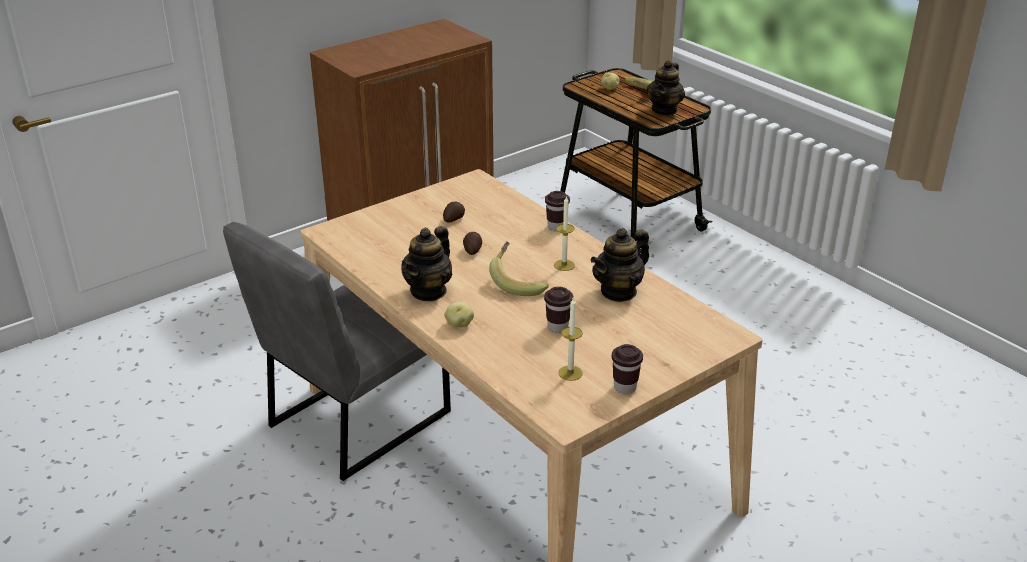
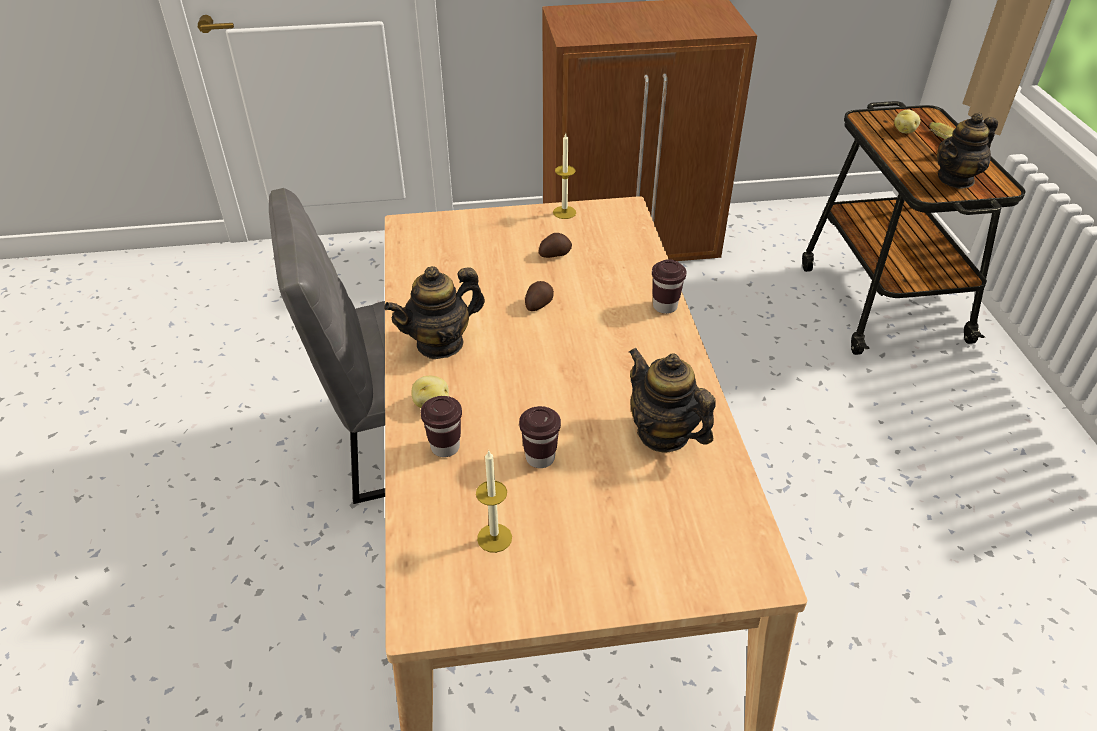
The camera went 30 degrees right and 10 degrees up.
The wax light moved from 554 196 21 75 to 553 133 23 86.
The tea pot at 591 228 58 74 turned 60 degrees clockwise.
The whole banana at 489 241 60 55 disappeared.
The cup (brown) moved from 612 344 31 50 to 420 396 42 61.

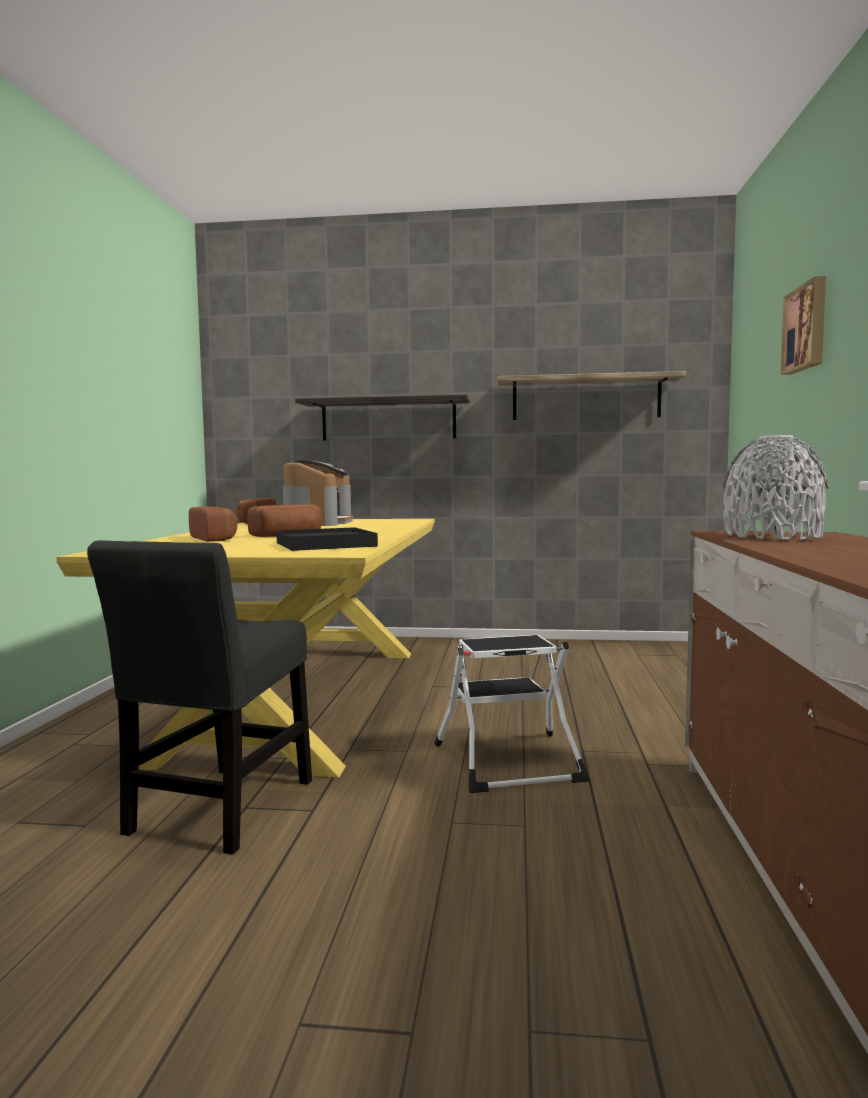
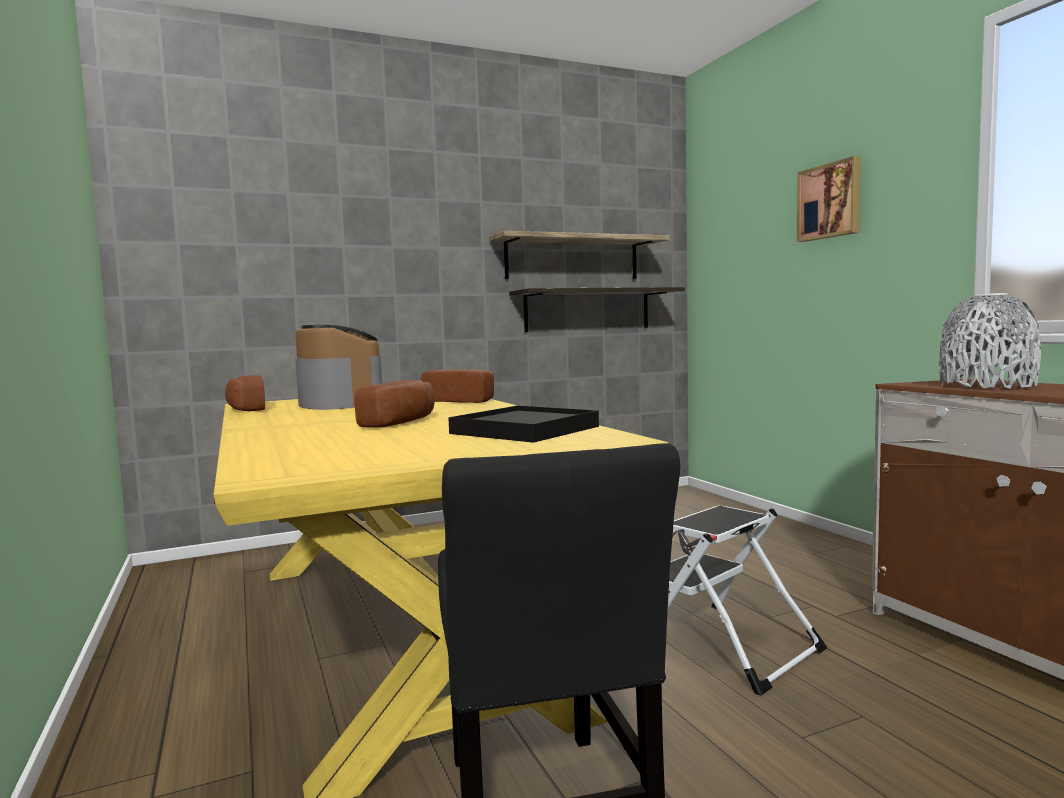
The camera went 30 degrees left and 0 degrees up.
The shelf moved from 295 395 175 46 to 509 287 176 45.
The baked bread moved from 189 506 48 36 to 421 369 73 34.

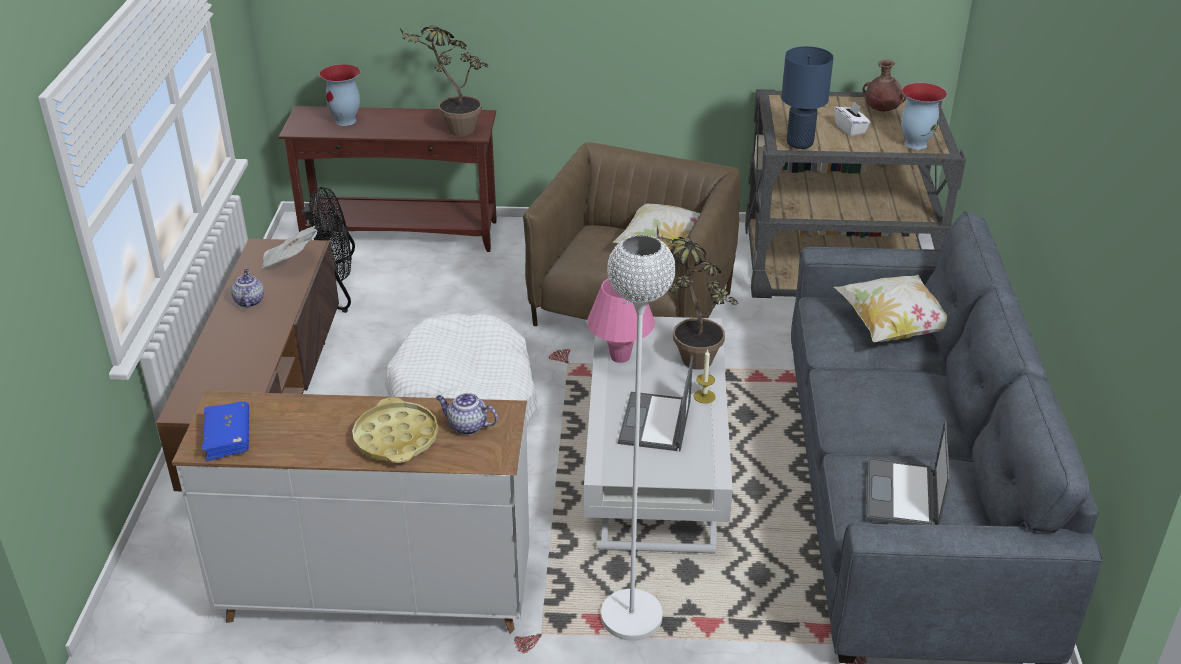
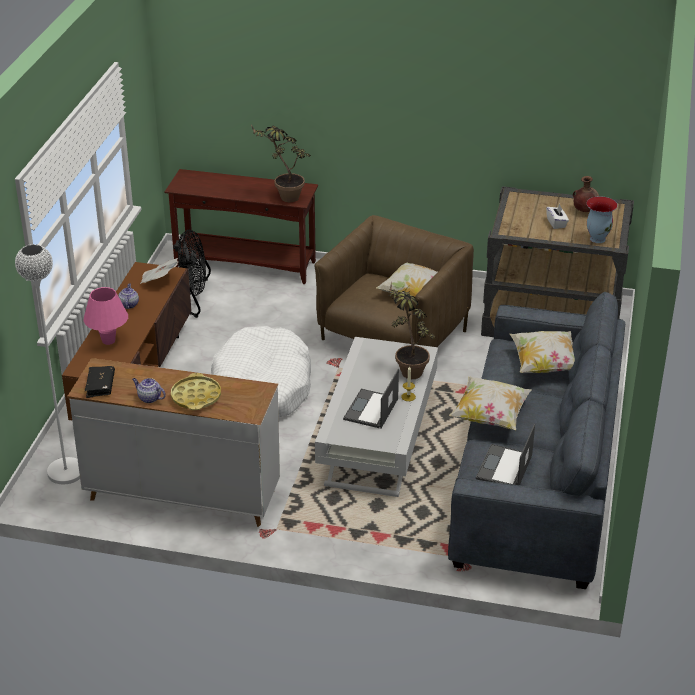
The camera went 10 degrees right and 0 degrees up.
The tabletop lamp (blue-coloured) at 781 46 53 103 disappeared.
The decorative vase at 319 64 41 62 disappeared.
The standard lamp (white) moved from 601 235 75 406 to 15 244 65 240.
The tabletop lamp (pinkish) moved from 587 279 68 84 to 83 287 45 58.
The tea pot moved from 436 393 62 42 to 132 378 34 25.
The book (blue-coloured) at 202 401 47 61 became the book (black-coloured) at 85 366 30 32.
The throw pillow at 449 376 83 54 appeared.

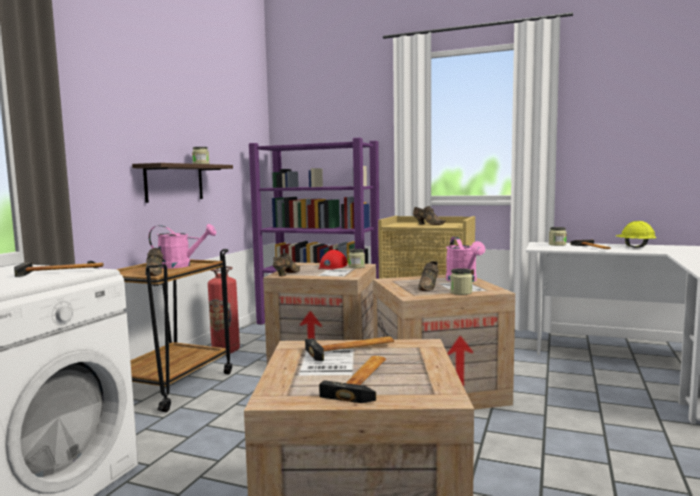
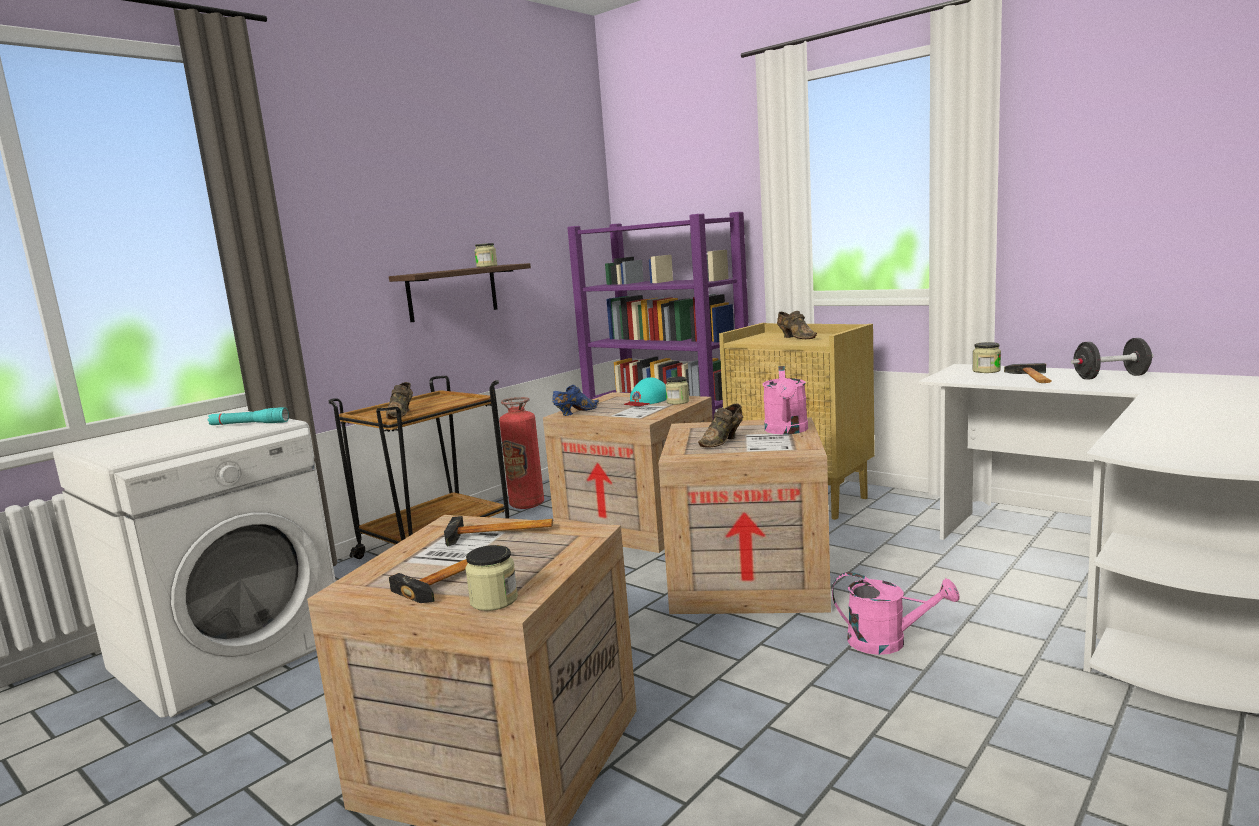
The camera went 20 degrees right and 5 degrees up.
The safety helmet (yellow) at 616 221 40 27 was replaced by the dumbbell (black-coloured) at 1071 338 82 42.
The watering pot (pinkish) moved from 148 224 68 45 to 832 572 127 83.
The cap (red-coloured) at 318 250 29 20 became the cap (turquoise-coloured) at 624 377 43 29.
The shoe (brown) at 273 253 27 23 became the shoe (blue-coloured) at 552 385 47 31.
The hammer at 14 262 90 15 was replaced by the hand torch (turquoise-coloured) at 208 407 81 18.
The storage jar moved from 450 268 22 27 to 465 545 53 66.

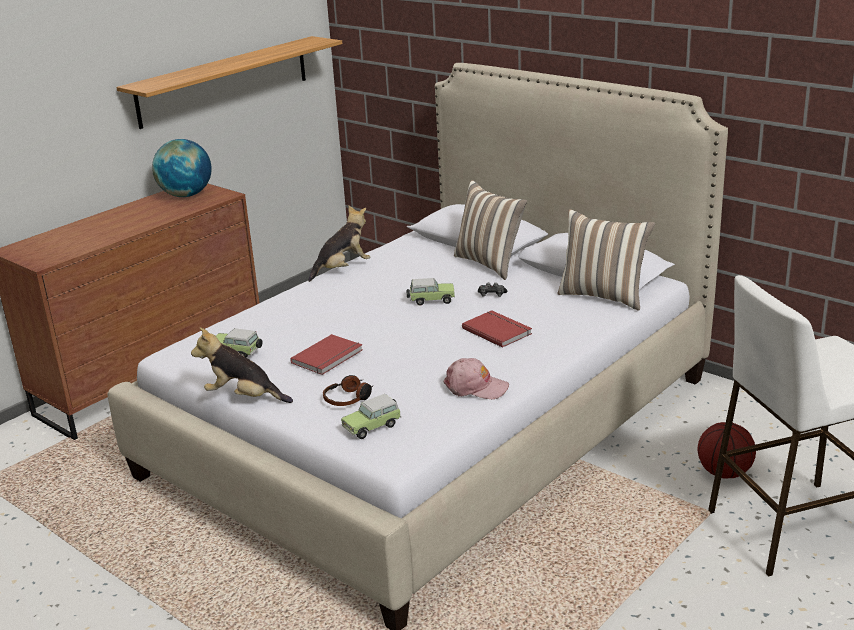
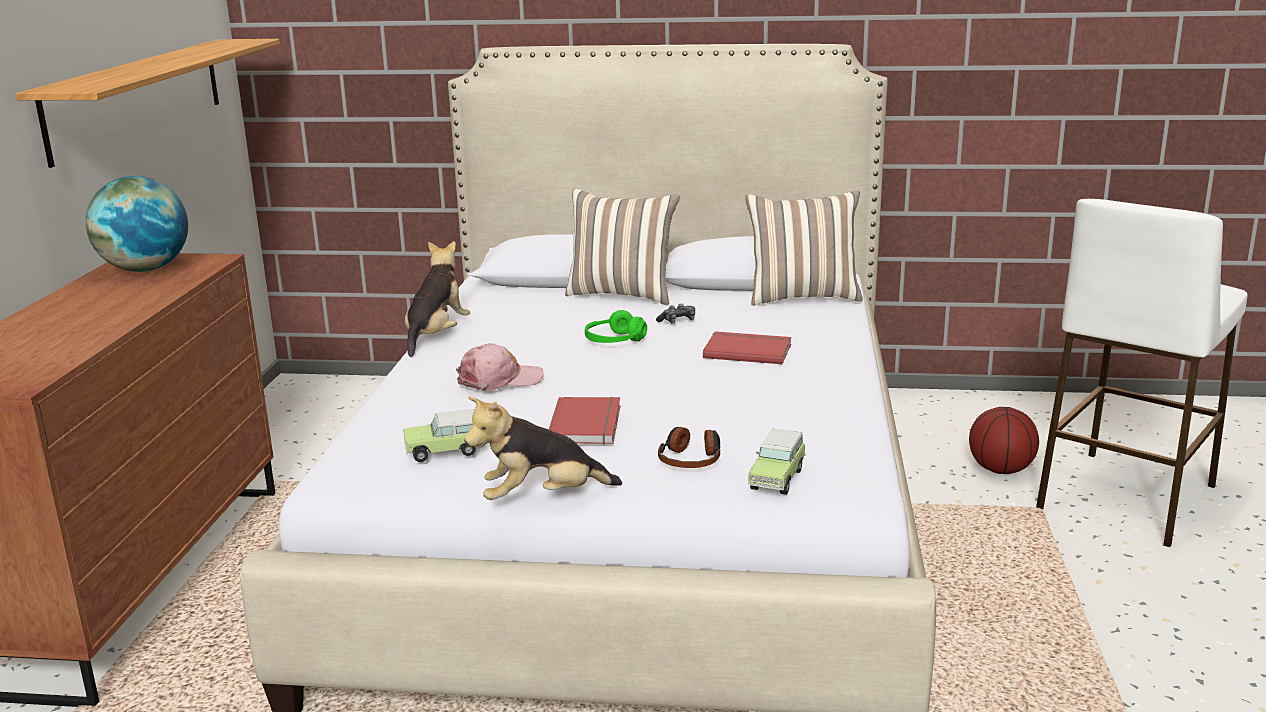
The camera went 35 degrees left and 5 degrees down.
The model car at 406 278 49 28 was replaced by the pair of headphones (green) at 585 310 62 33.
The cap (pinkish) moved from 443 358 66 41 to 456 343 88 48.

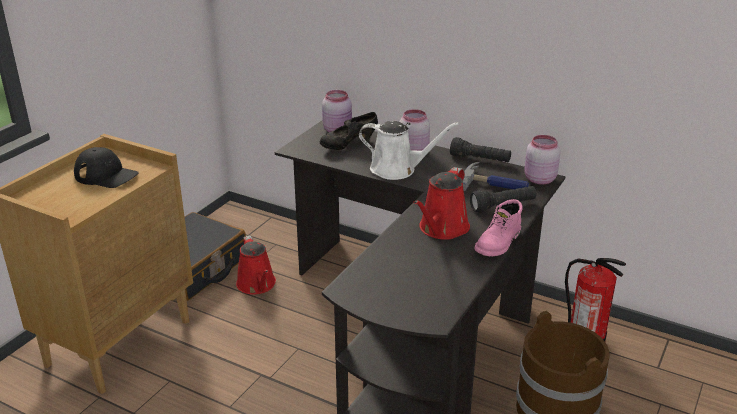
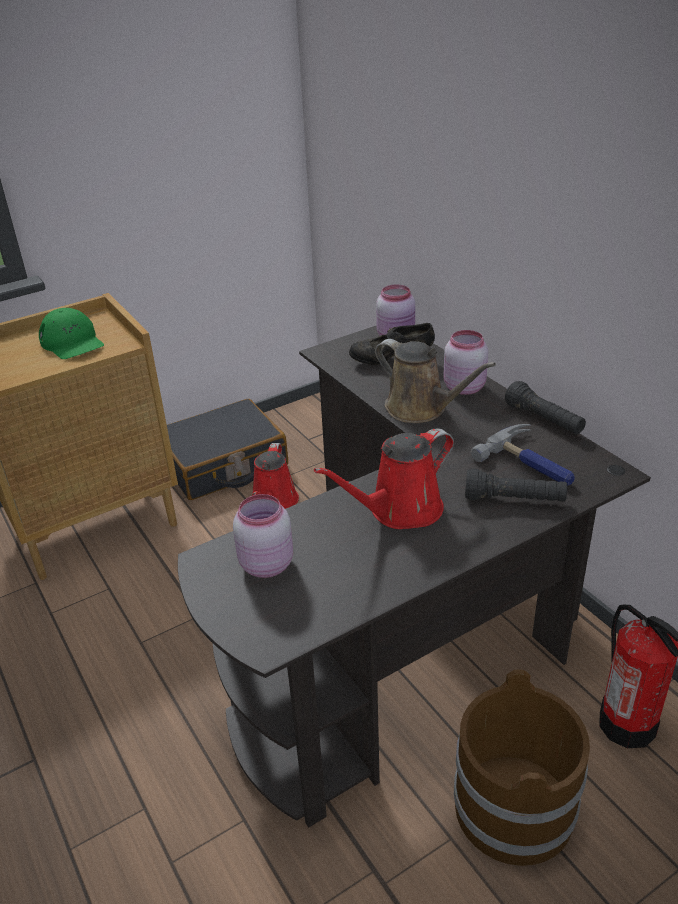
The camera went 30 degrees right and 5 degrees up.
The watering pot (white) at 359 121 100 59 became the watering pot (brown) at 375 339 121 84.
The storage jar (pinkish) moved from 524 135 36 49 to 233 494 60 84.
The cap (black-coloured) at 74 147 65 41 became the cap (green) at 39 308 65 51.
The tall boot (pinkish) at 474 199 49 57 disappeared.

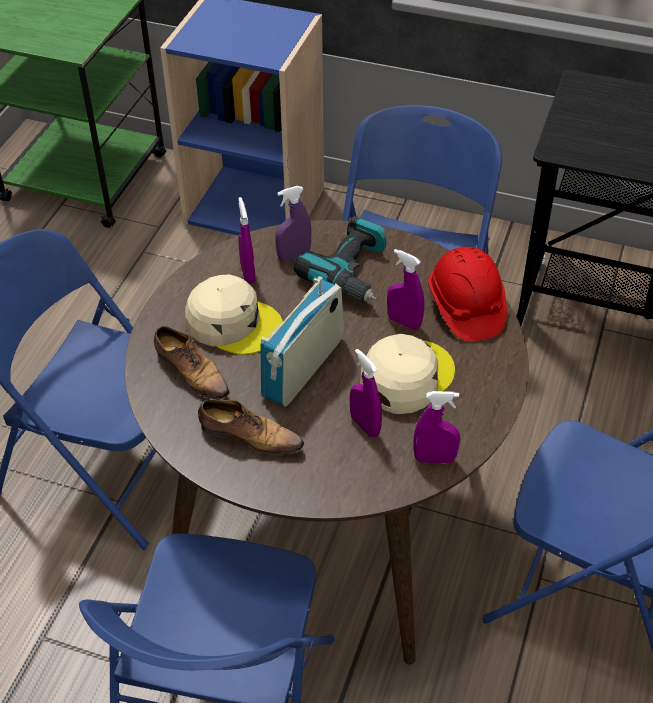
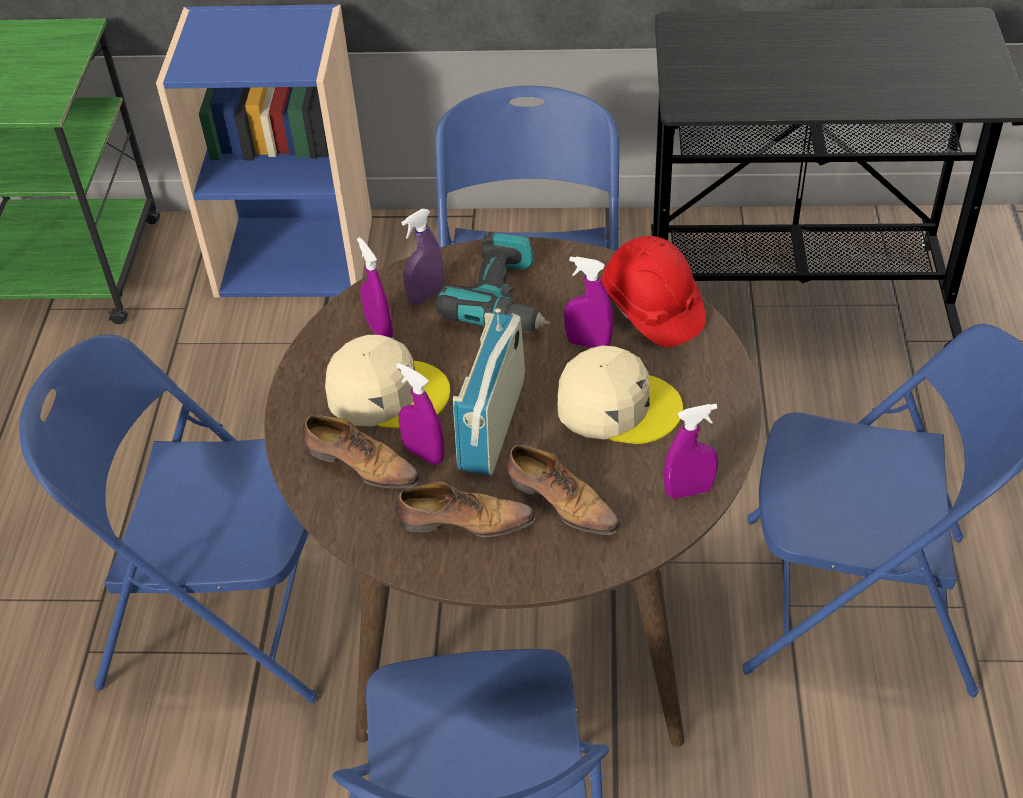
The camera went 15 degrees left and 0 degrees up.
The cap (beige-coloured) at 360 334 95 80 turned 75 degrees clockwise.
The sprayer (purple) moved from 350 349 32 88 to 396 363 49 102.
The shoe at 506 445 115 90 appeared.

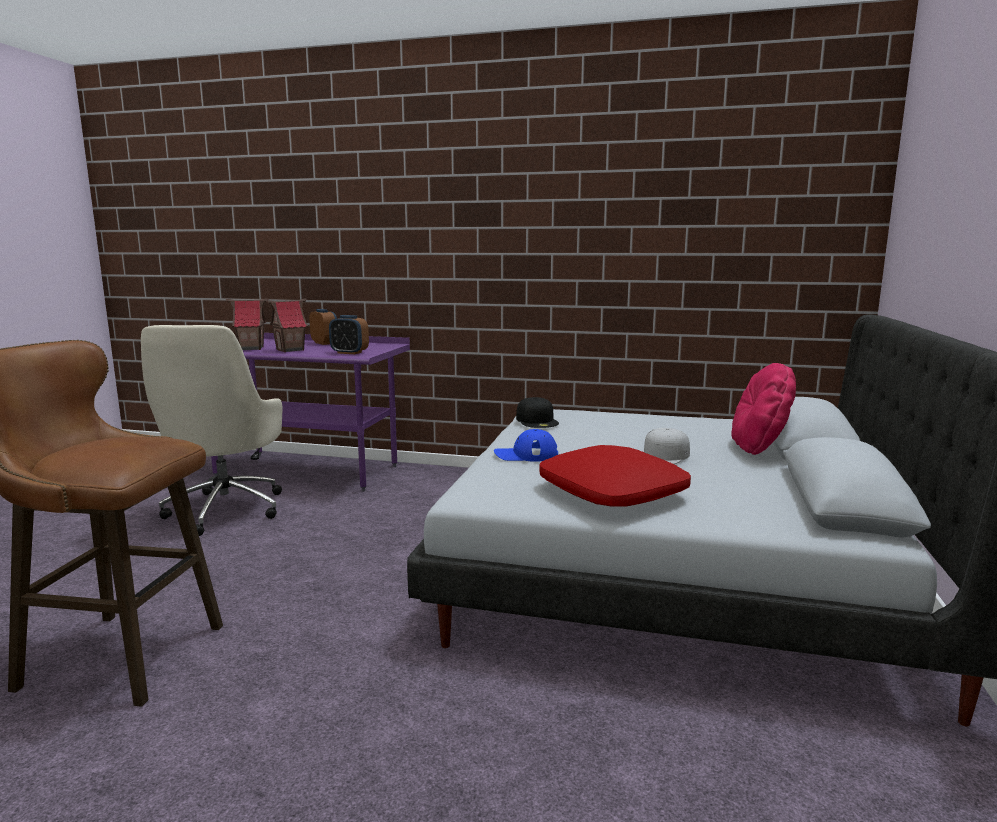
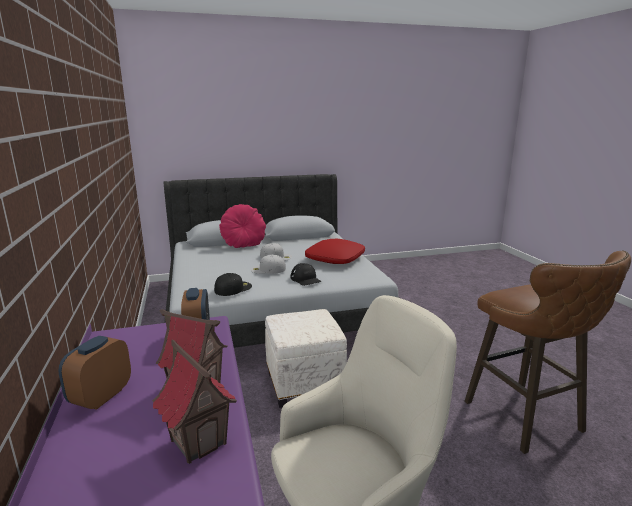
The camera went 120 degrees left and 5 degrees up.
The cap (blue-coloured) at 494 429 64 33 became the cap (black-coloured) at 291 263 30 23.
The cap (white) at 251 255 35 19 appeared.
The pouffe (white) at 265 309 82 99 appeared.

